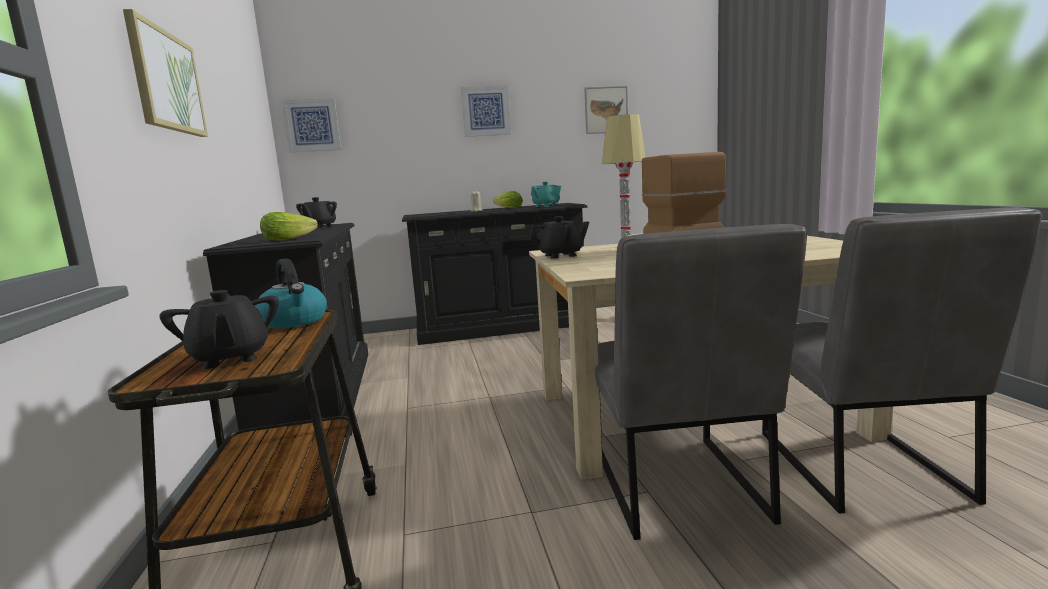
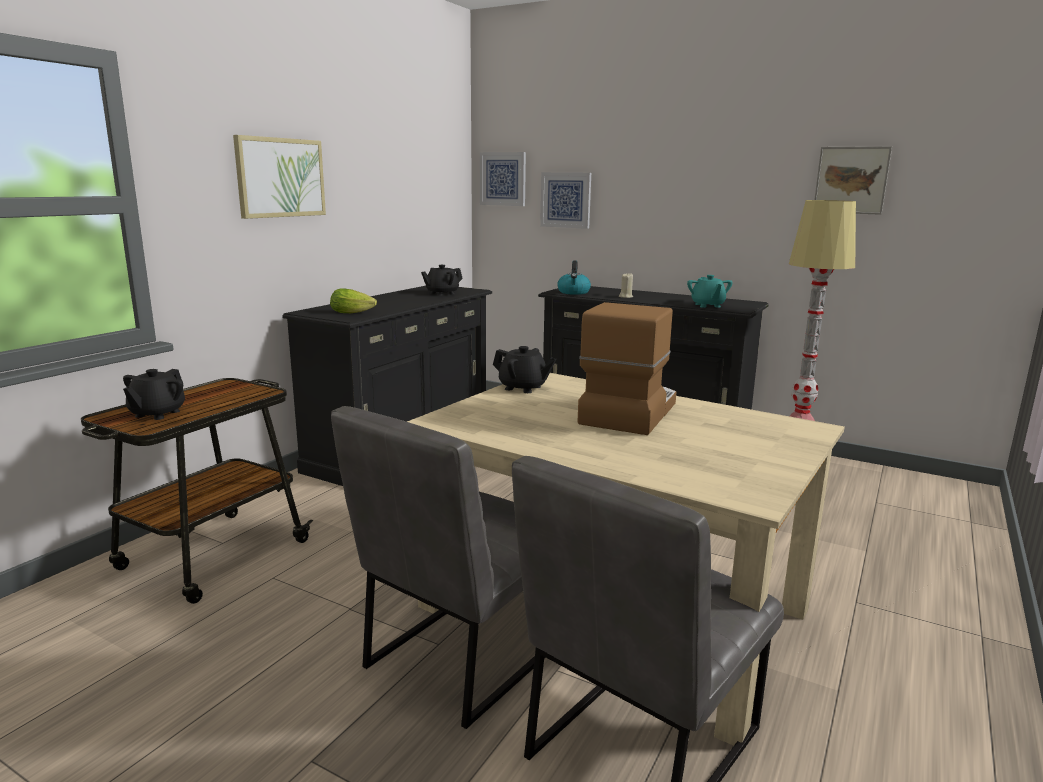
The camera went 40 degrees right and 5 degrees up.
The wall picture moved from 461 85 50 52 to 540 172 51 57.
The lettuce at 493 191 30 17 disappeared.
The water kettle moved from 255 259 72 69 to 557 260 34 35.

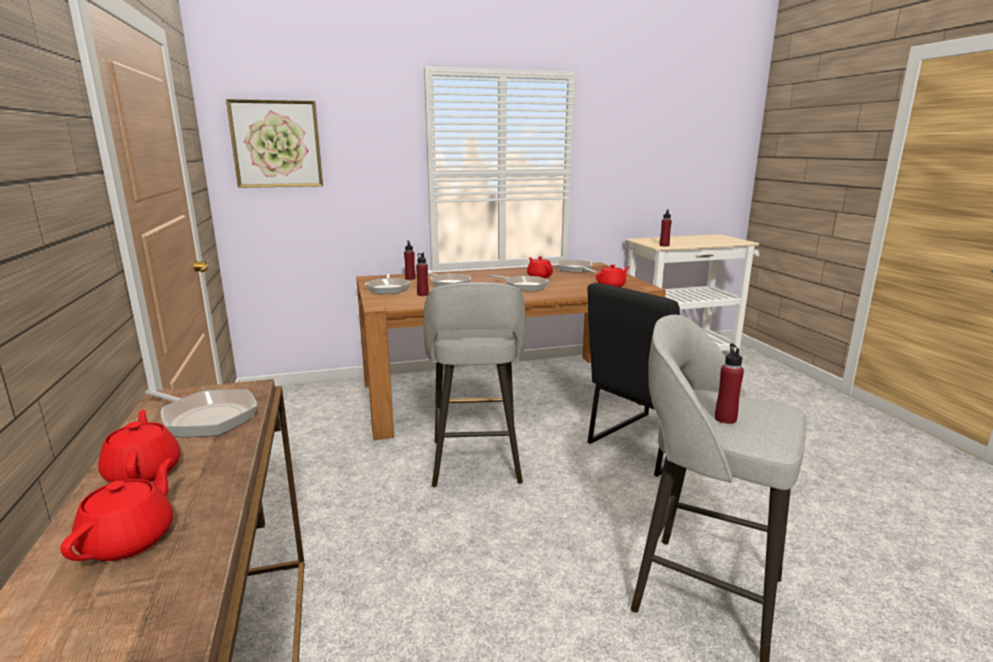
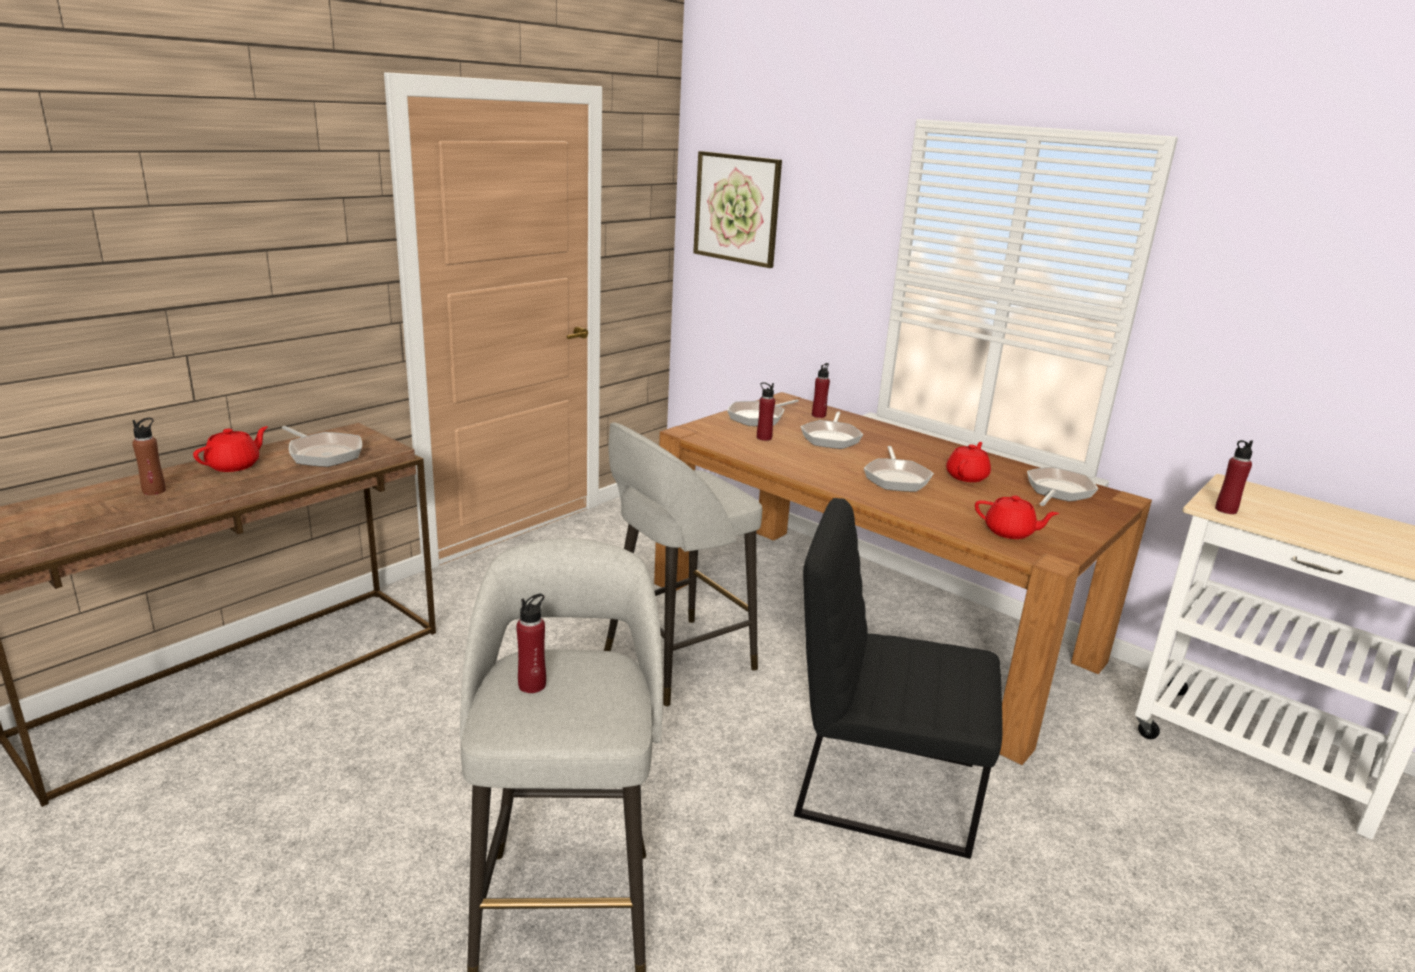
The camera went 55 degrees right and 5 degrees up.
The frying pan at 145 389 112 48 turned 45 degrees counterclockwise.
The tea pot (red-coloured) at 60 458 113 103 was replaced by the drink bottle (brown) at 132 418 34 77.

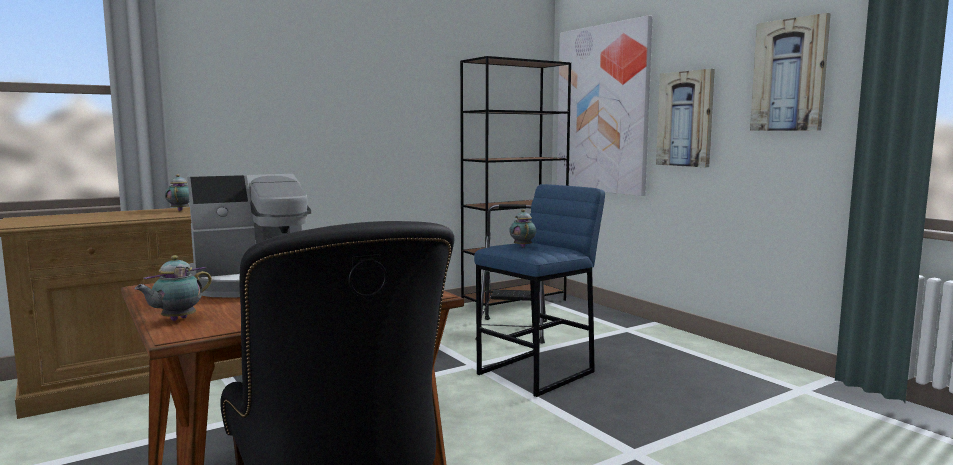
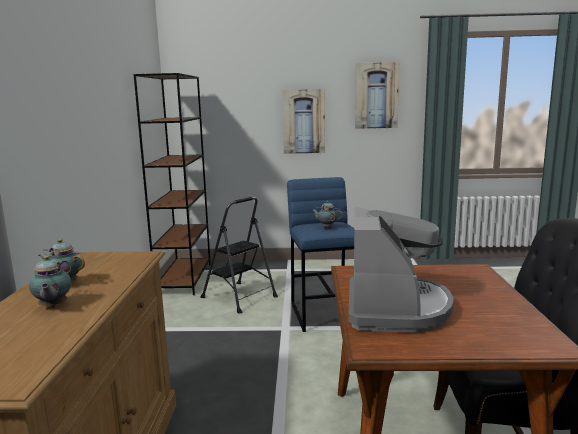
The camera went 55 degrees left and 5 degrees up.
The wall picture at 557 15 96 181 disappeared.
The tea pot moved from 135 255 77 66 to 29 255 42 53.

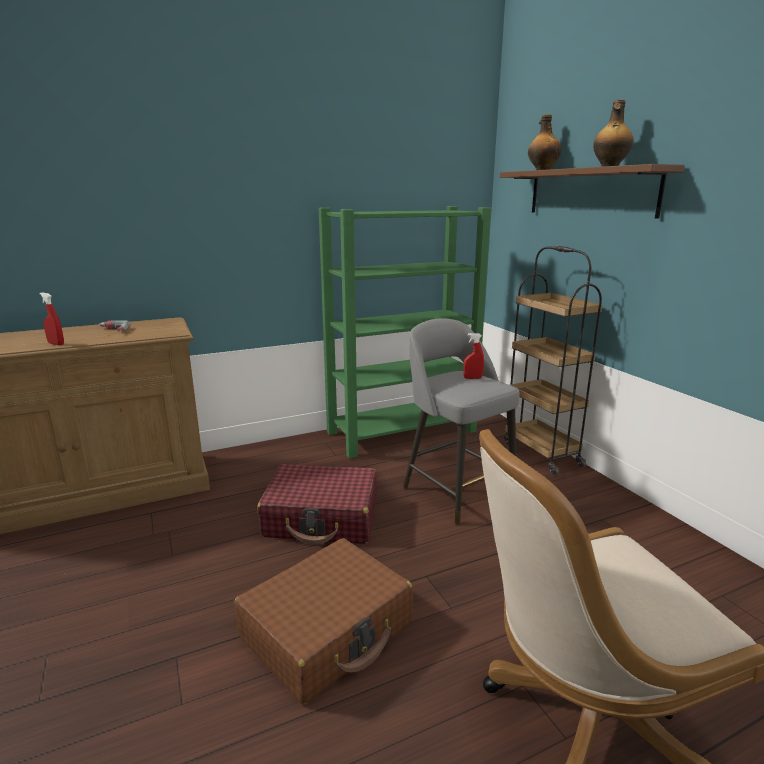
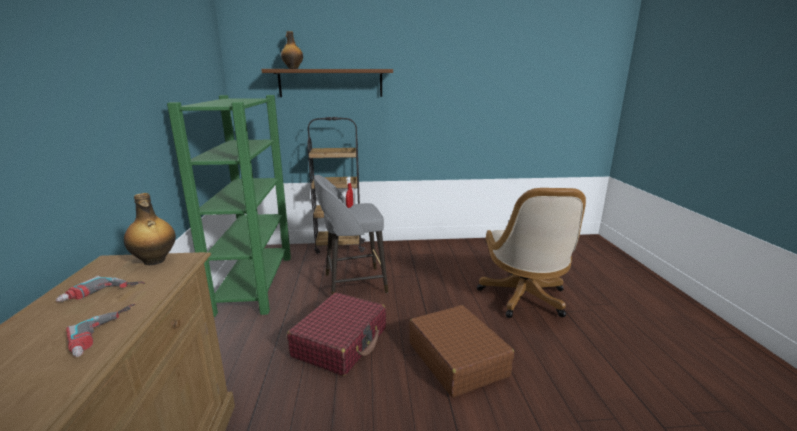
The camera went 70 degrees left and 0 degrees up.
The drink bottle moved from 593 99 41 68 to 124 193 52 72.
The sprayer (red-coloured) at 39 292 25 53 was replaced by the power drill at 66 304 69 53.

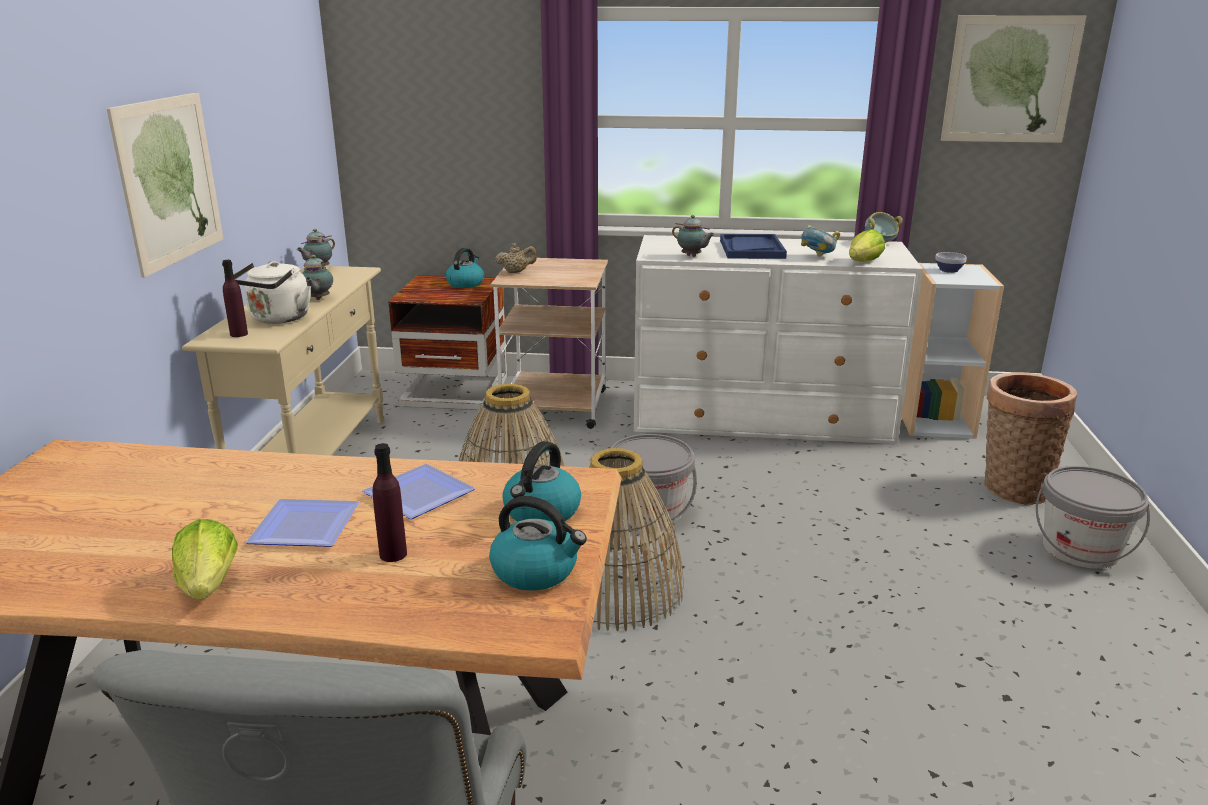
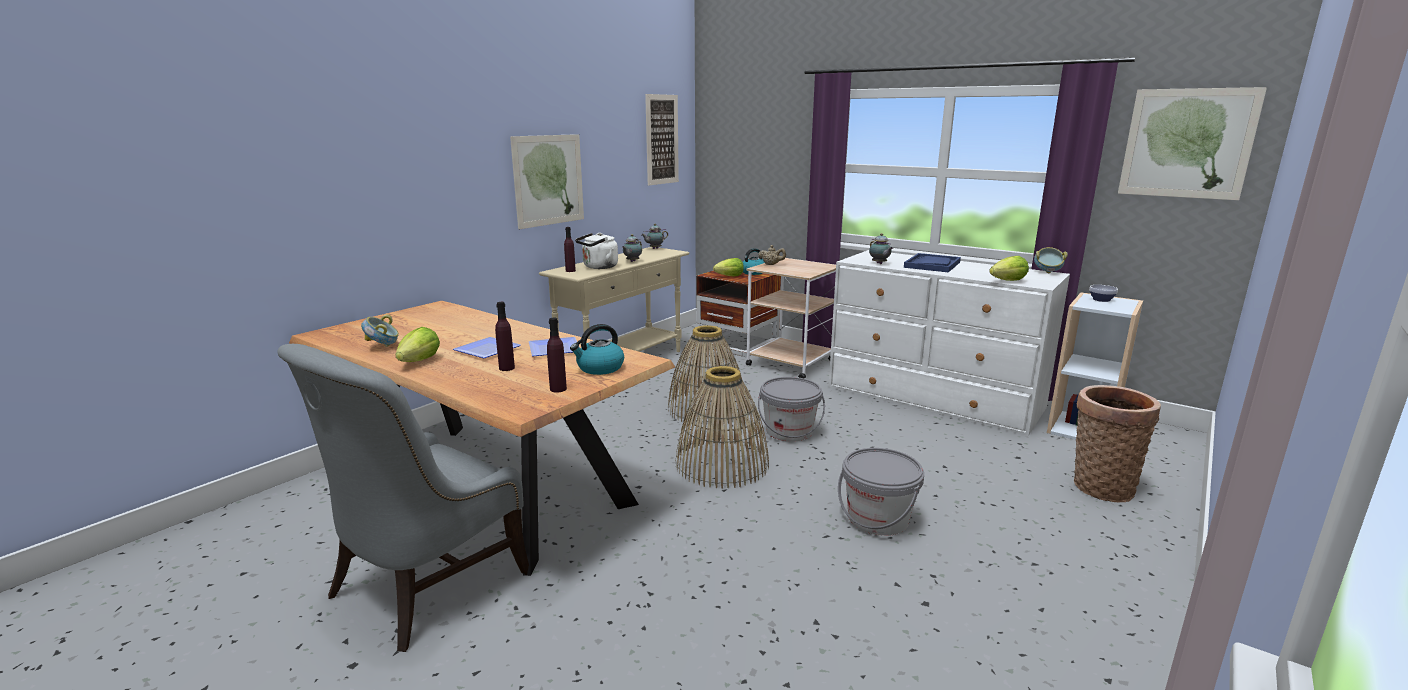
The camera went 30 degrees right and 5 degrees down.
The deep dish moved from 801 225 39 32 to 361 314 38 33.
The pail (greyish) moved from 1036 466 114 103 to 838 448 86 88.
The water kettle at 489 496 98 95 was replaced by the drink bottle (purple) at 547 318 20 75.
The wall picture at 645 94 34 91 appeared.
The lettuce at 713 258 31 18 appeared.

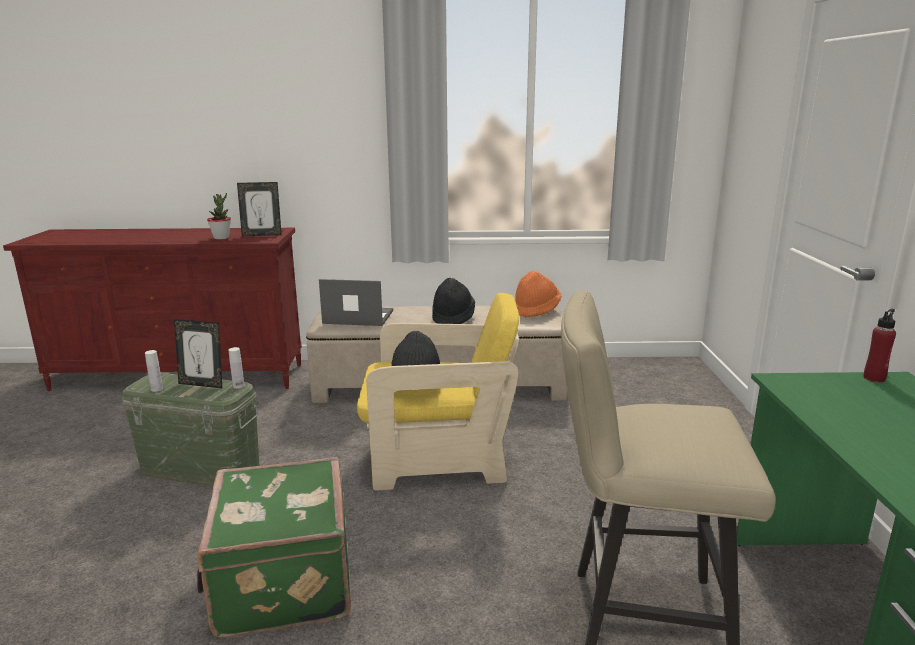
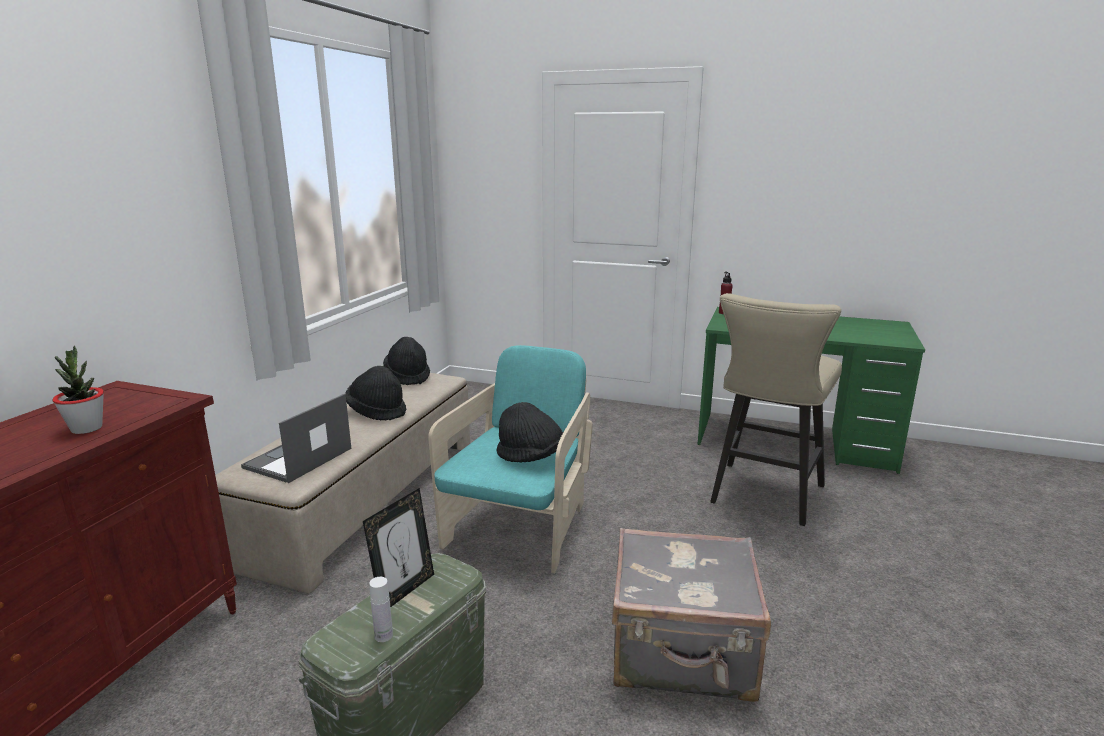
The camera went 70 degrees left and 0 degrees up.
The picture frame at 237 182 45 54 disappeared.
The wearable hat (orangey) at 515 271 46 47 became the wearable hat (black-coloured) at 383 337 47 48.
The armchair (yellow) at 357 293 162 197 became the armchair (turquoise-coloured) at 428 345 165 229.
The drink bottle (white) at 229 347 15 42 disappeared.
The suitcase (green) at 196 457 155 181 became the suitcase (greyish) at 612 528 159 174.

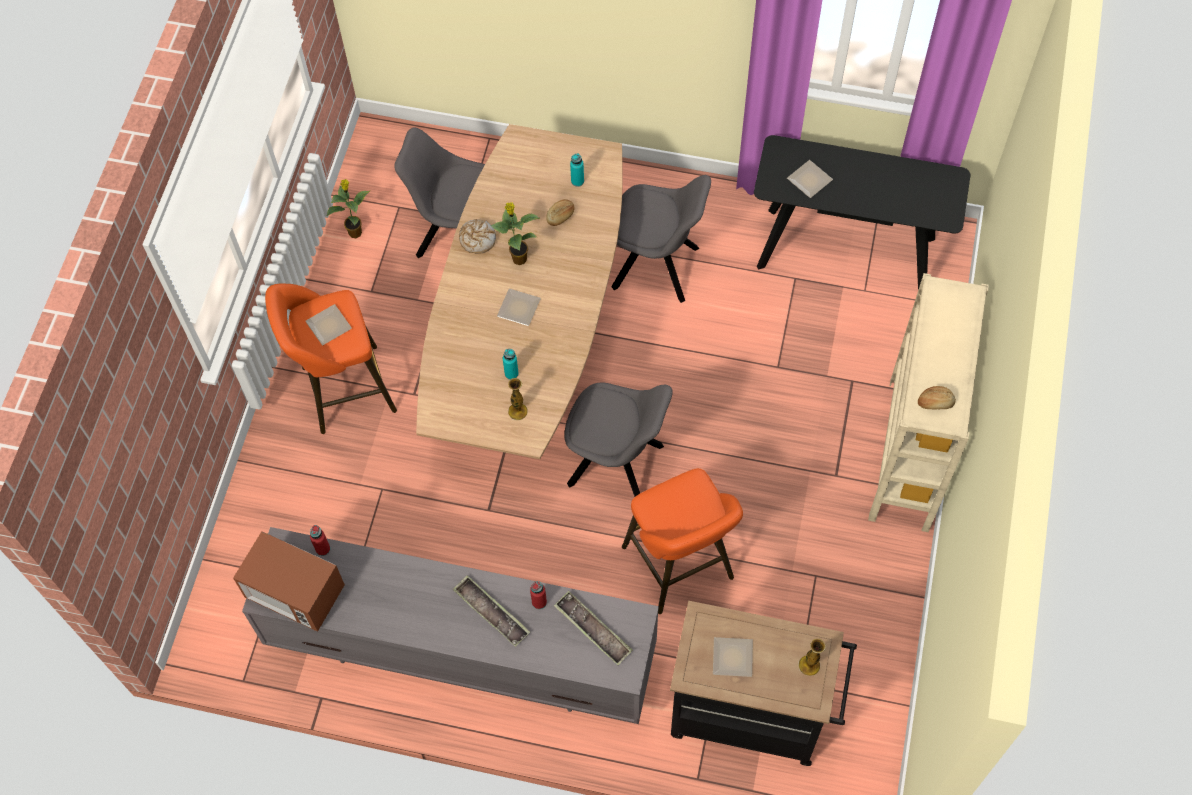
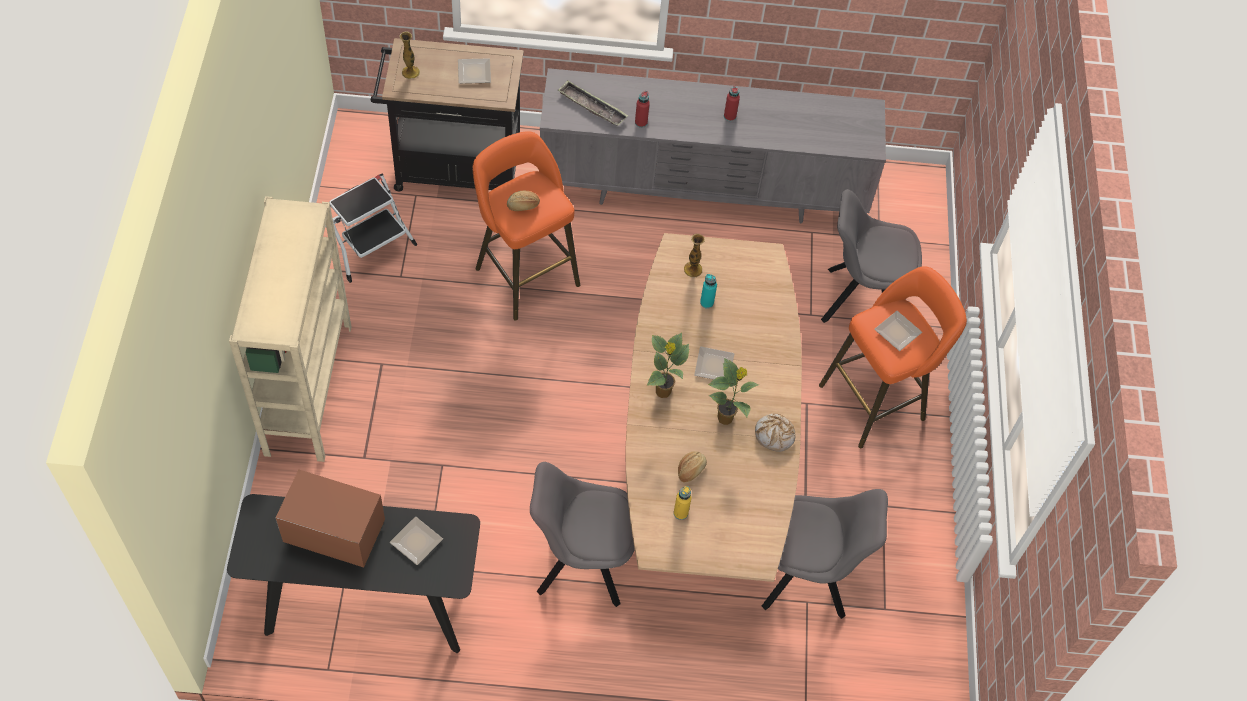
The camera went 165 degrees right and 5 degrees down.
The drink bottle (turquoise-coloured) at 570 153 14 34 became the drink bottle (yellow) at 674 486 17 34.
The plant in a pot moved from 326 179 44 59 to 647 333 42 65.
The chair (greyish) moved from 564 383 109 114 to 821 189 101 134.
The baked bread moved from 918 386 38 23 to 507 191 33 20.
The drink bottle (red-coloured) moved from 310 525 20 31 to 724 86 16 35.
The microwave oven moved from 233 531 112 101 to 275 470 110 97.
The carrying tray at 453 575 77 72 disappeared.
The stepladder at 325 174 92 109 appeared.

